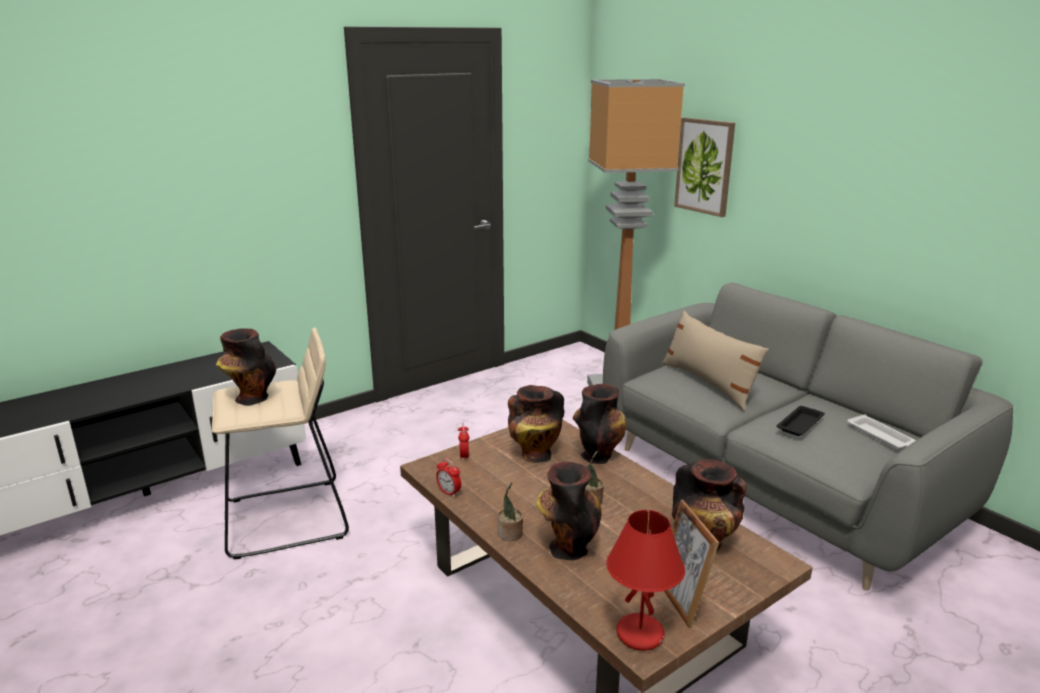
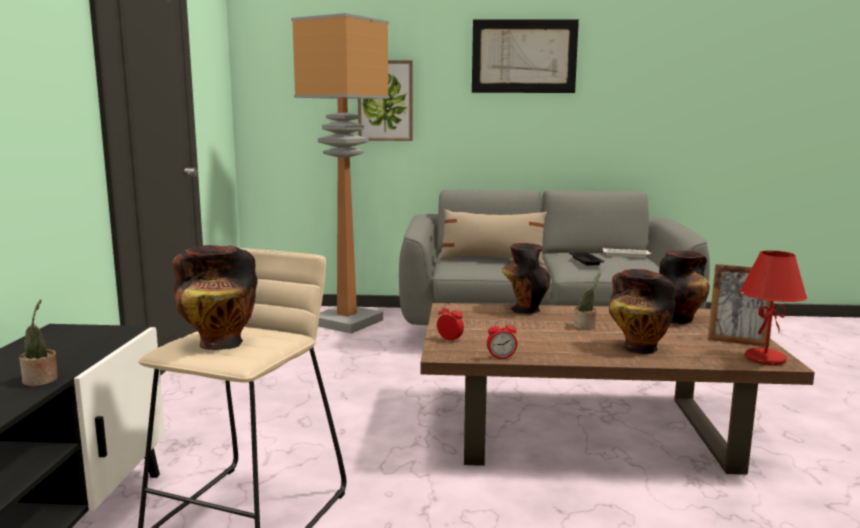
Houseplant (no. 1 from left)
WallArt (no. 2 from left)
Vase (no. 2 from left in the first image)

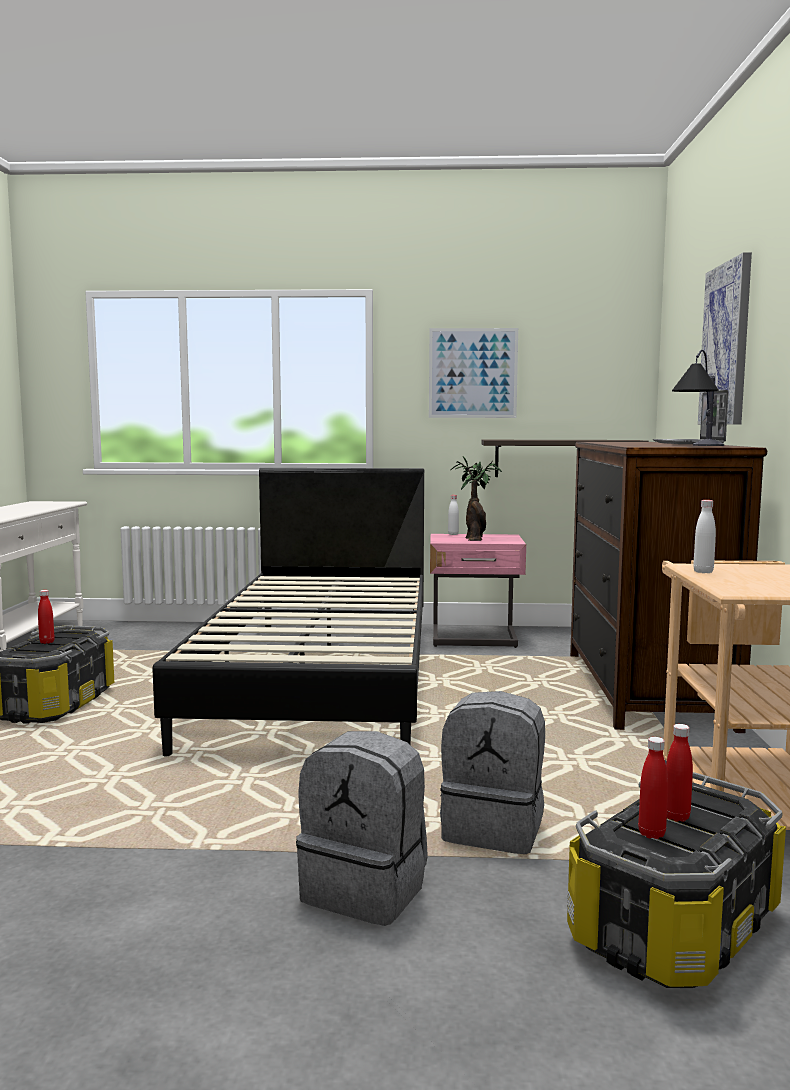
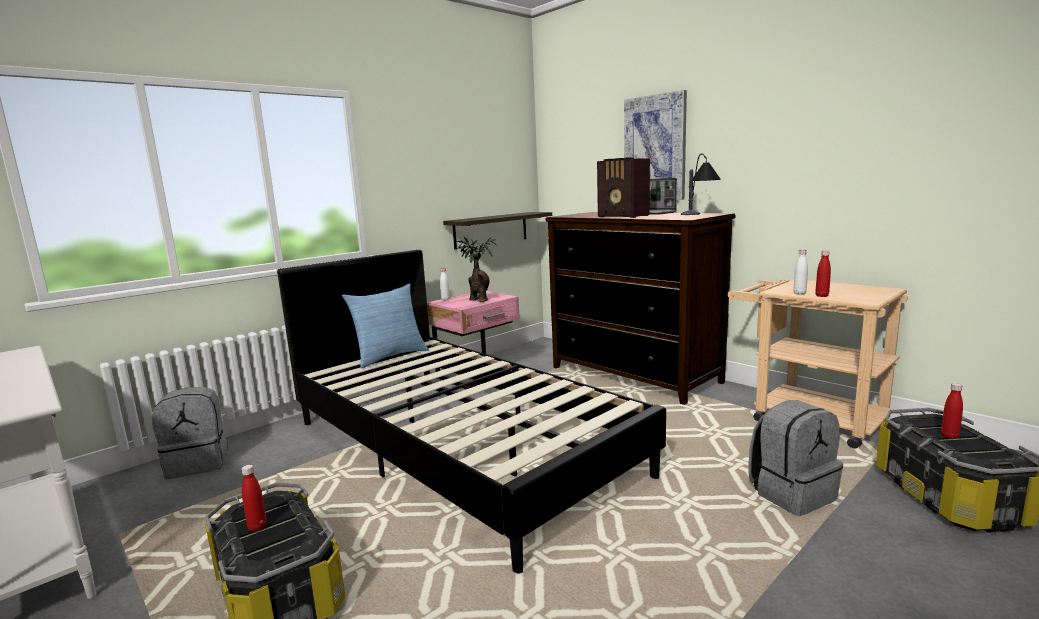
GrayBackpack (no. 1 from left)
Cushion
RadioReceiver
RedColouredBottle (no. 2 from left)
WallArt (no. 1 from left in the first image)

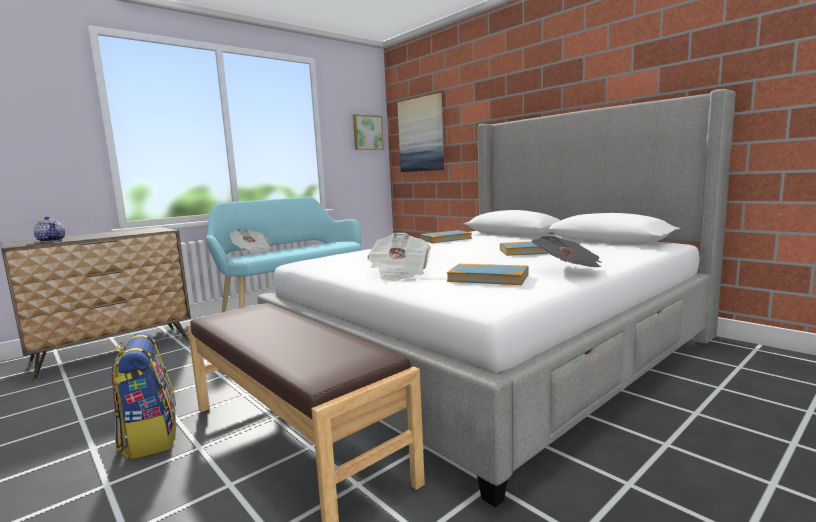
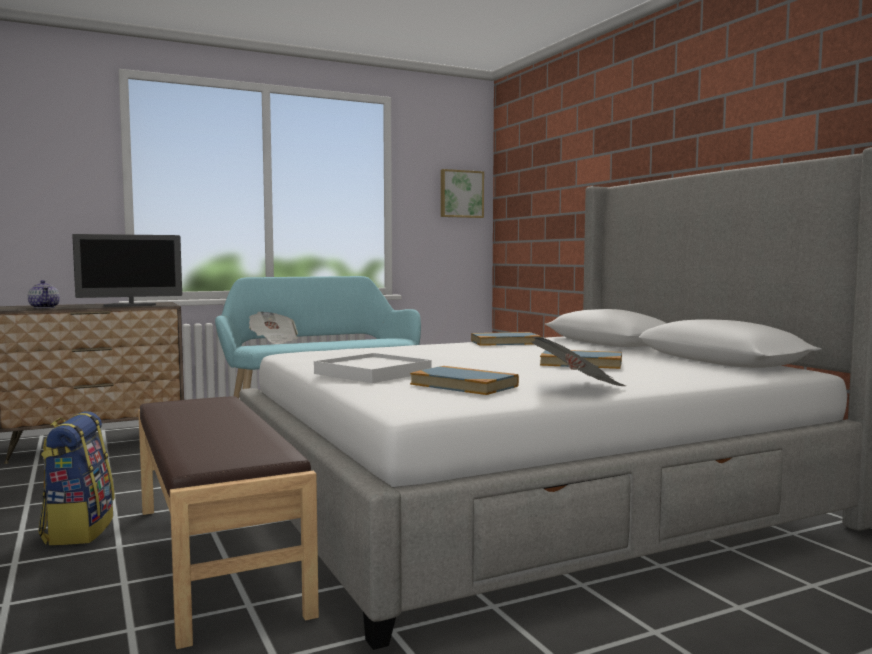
Monitor
WhiteColouredServingTray
WallArt (no. 2 from left in the first image)

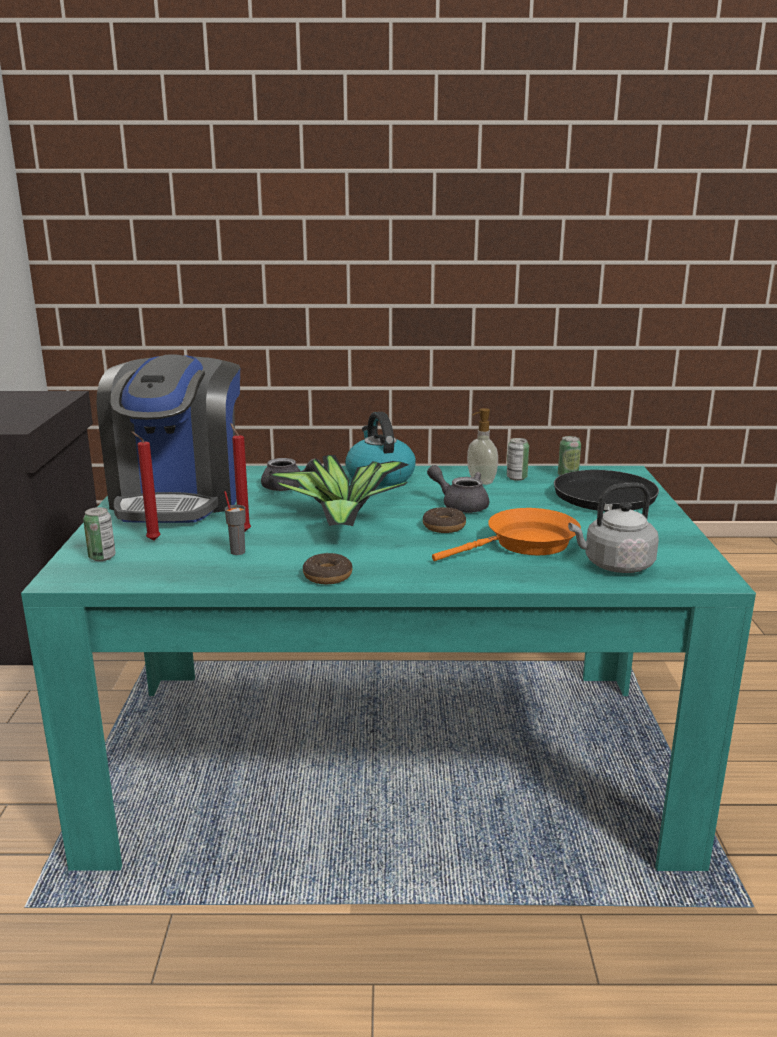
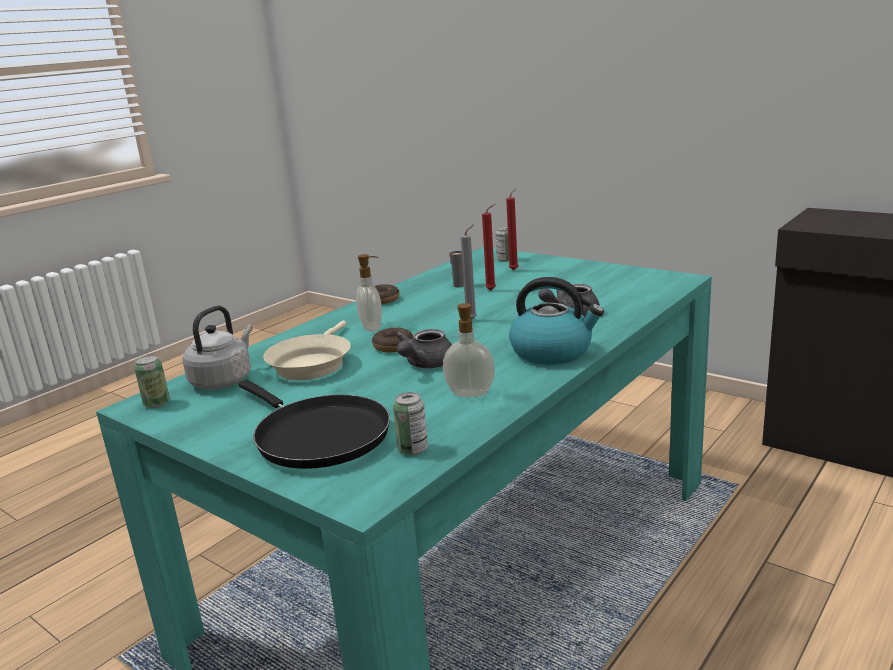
SealedCan (no. 1 from left)
SandColouredPan
SoapDispenser (no. 1 from left)
GrayTeaPot (no. 1 from left)
GrayWaxLight
CoffeeBrewer

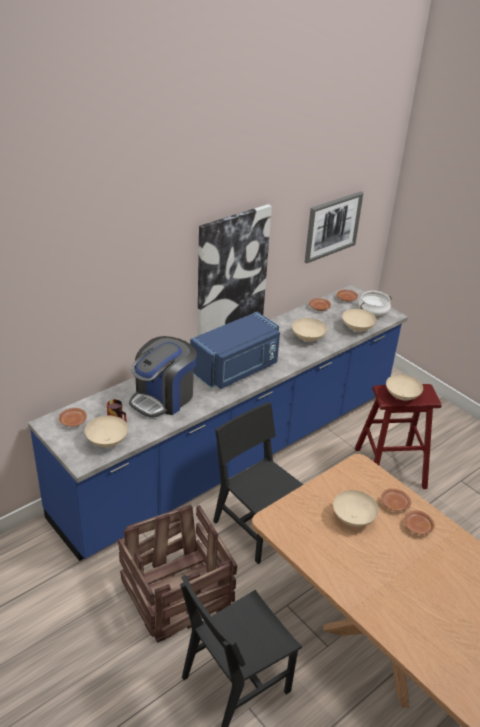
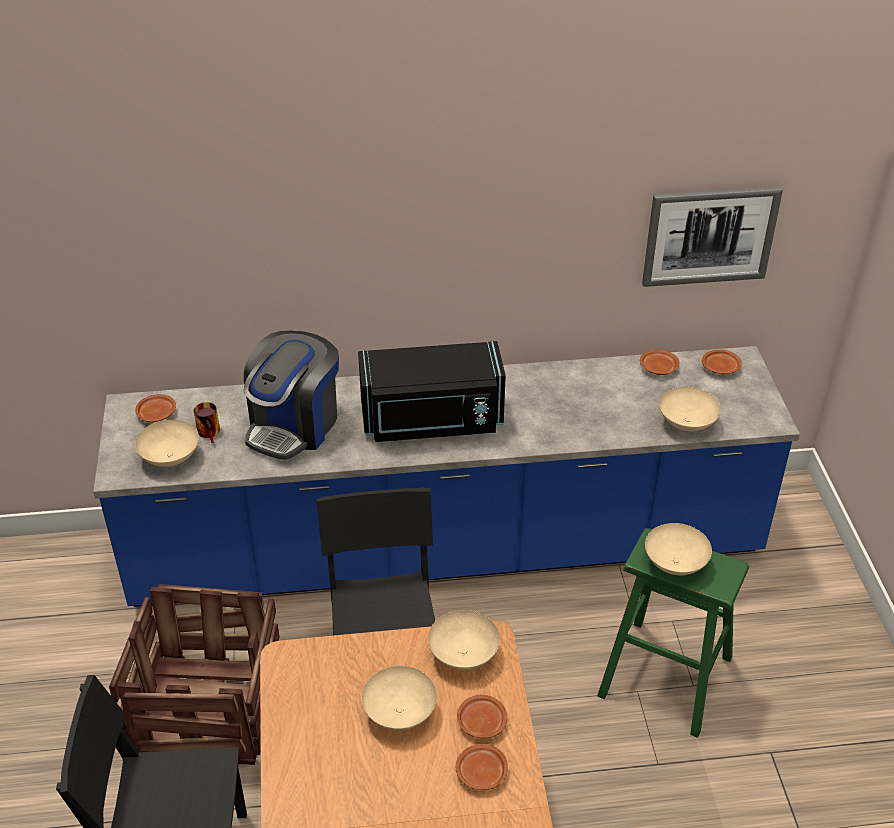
CoffeeBrewer
BlackMicrowaveOven
SandColouredDeepDish (no. 3 from left)
GreenStoolSeat
WallArt (no. 1 from left in the first image)
WhiteColouredStockpot

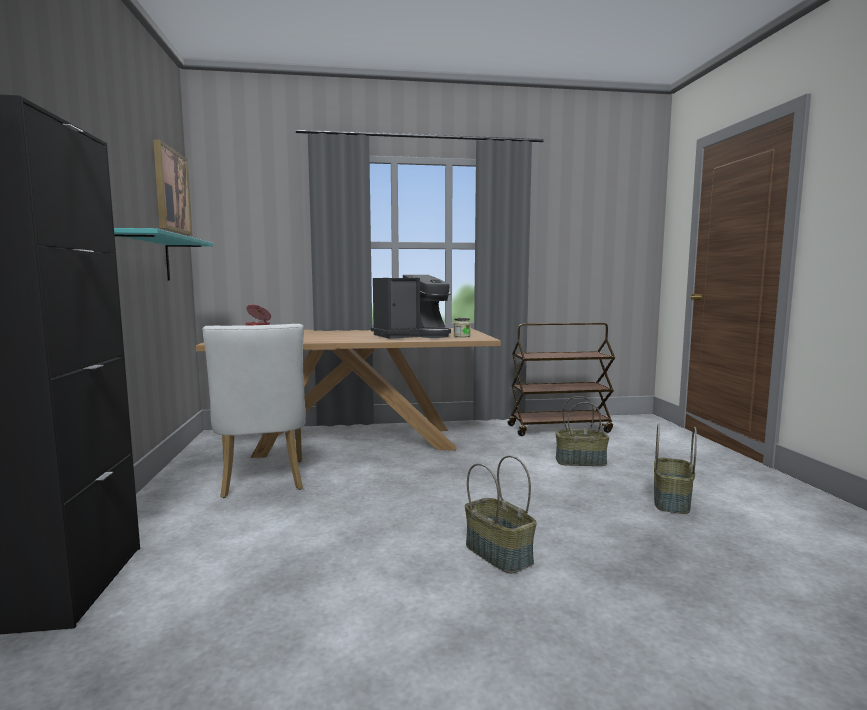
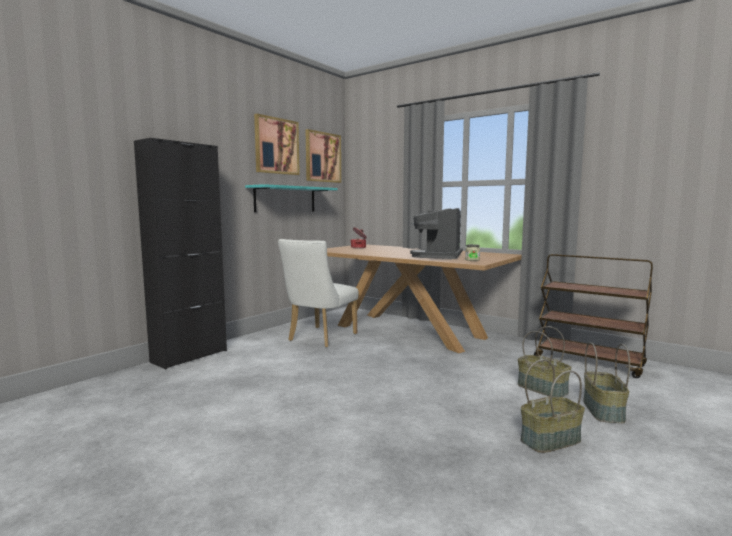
WallArt (no. 1 from left)
CoffeeBrewer
HouseholdBasket (no. 3 from left)

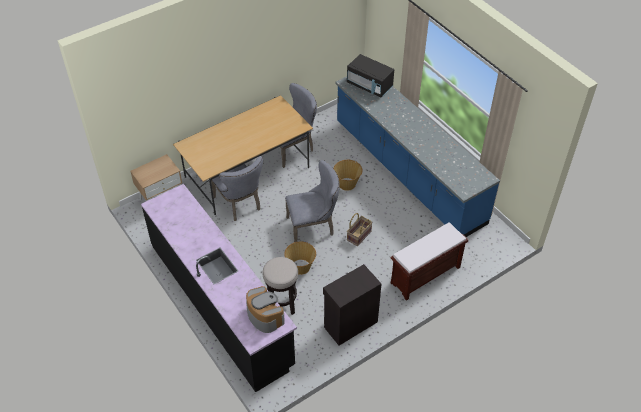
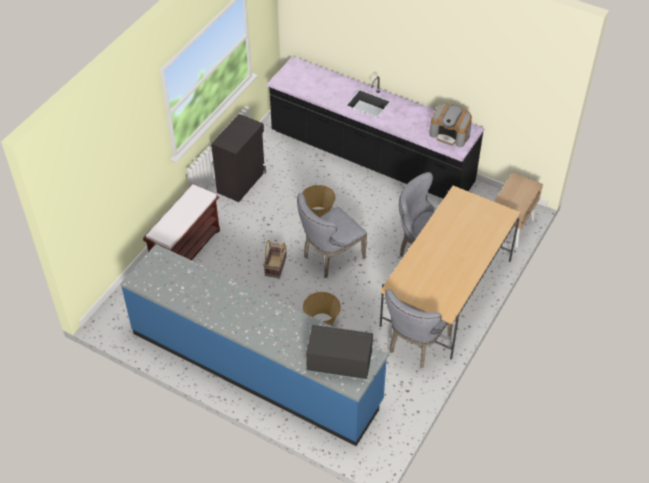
CoffeeBrewer
StoolSeat

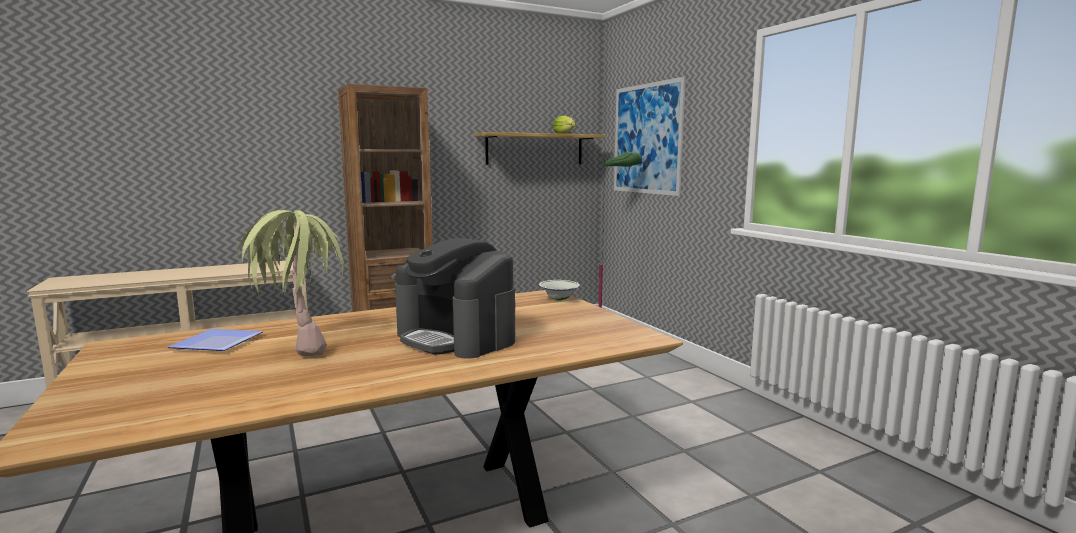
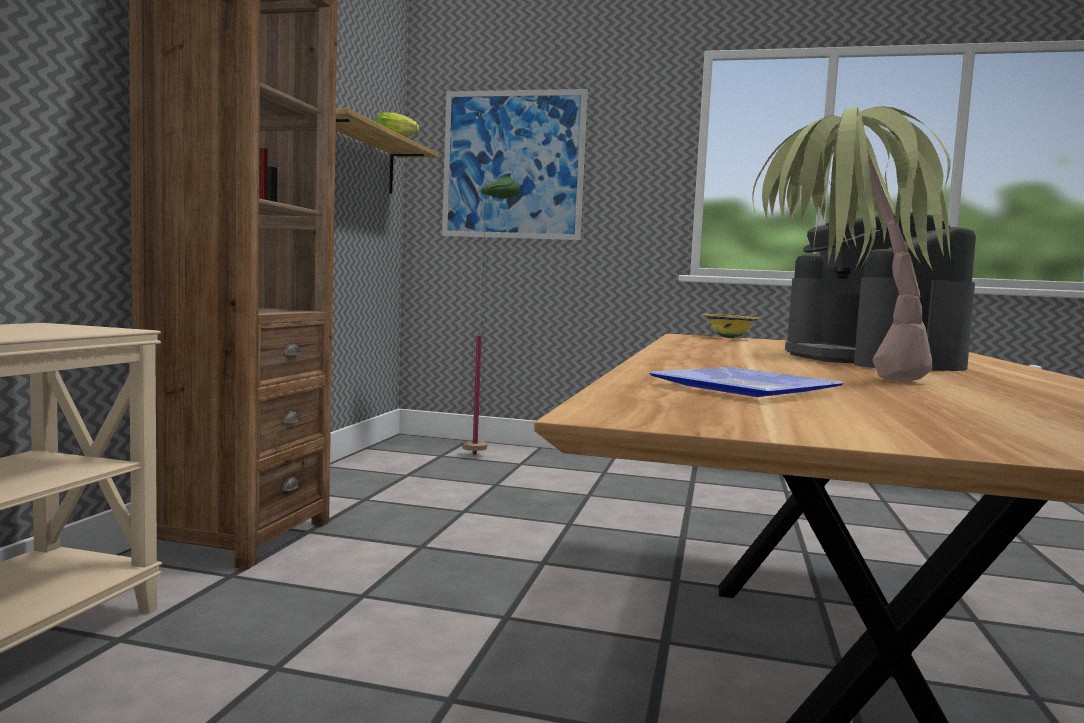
YellowishDeepDish
CoffeeBrewer

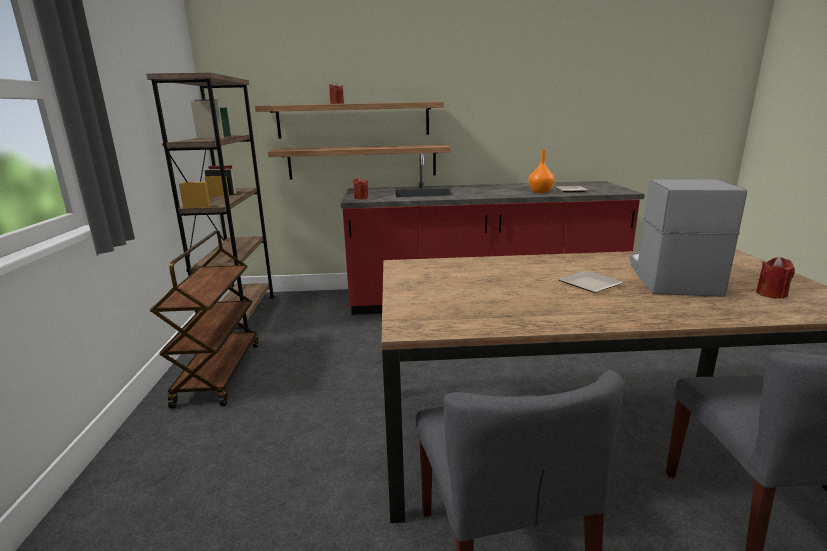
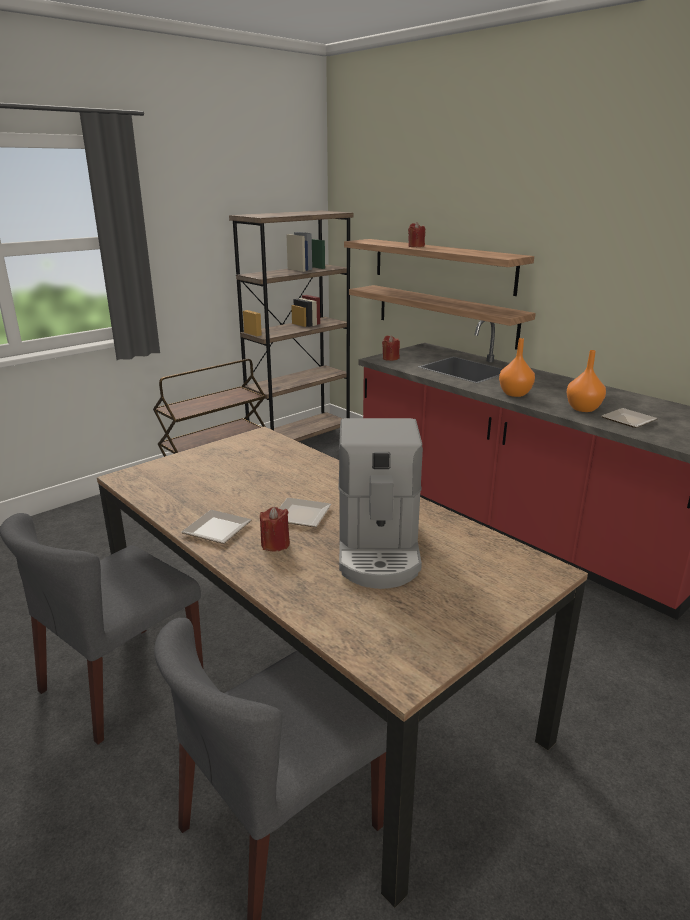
Plate (no. 1 from left)
RedColouredWaxLight (no. 1 from left)
CoffeeBrewer
OrangeColouredVase (no. 1 from left)

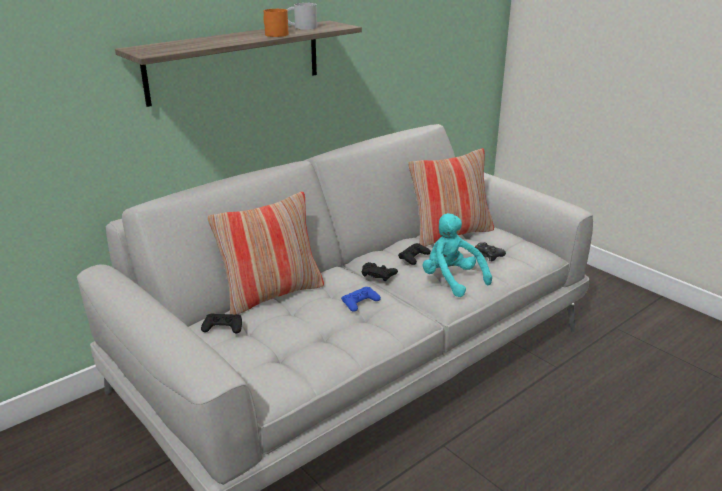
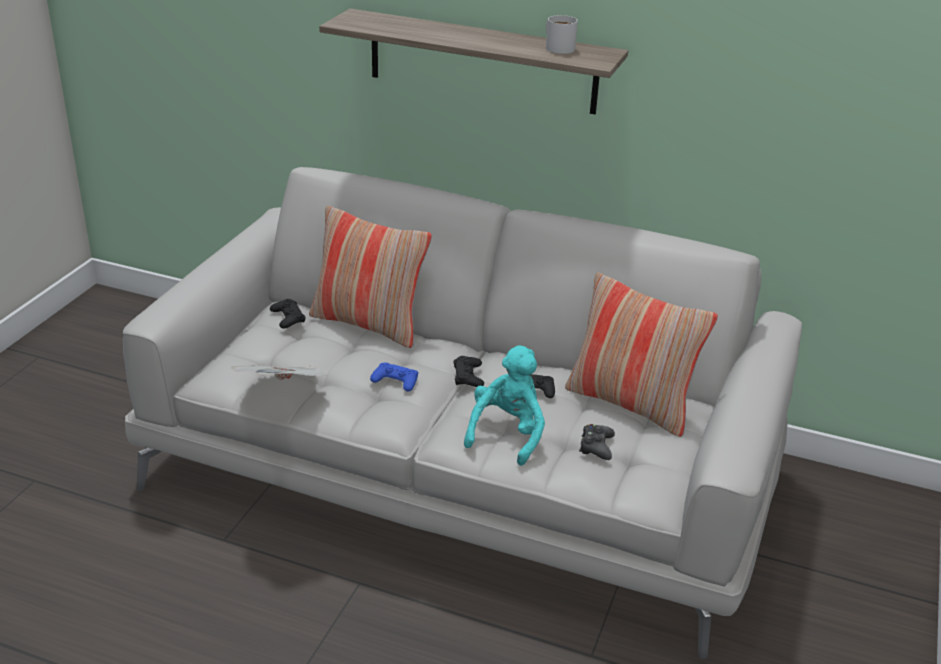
DailyPaper
OrangeColouredTeaMug

